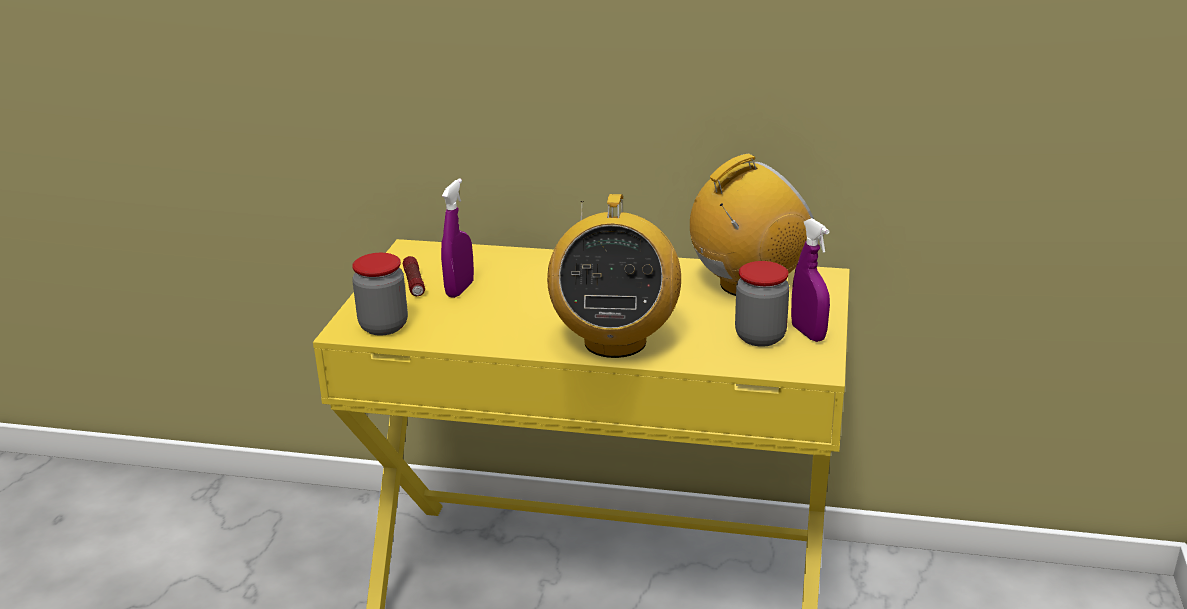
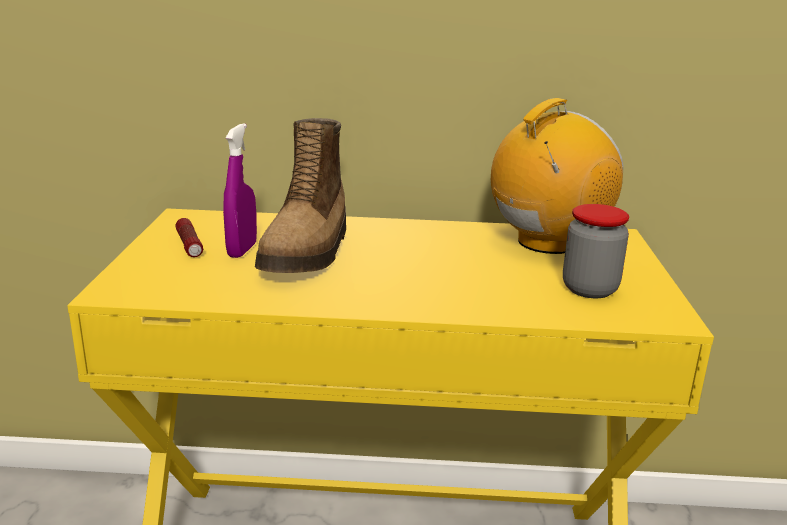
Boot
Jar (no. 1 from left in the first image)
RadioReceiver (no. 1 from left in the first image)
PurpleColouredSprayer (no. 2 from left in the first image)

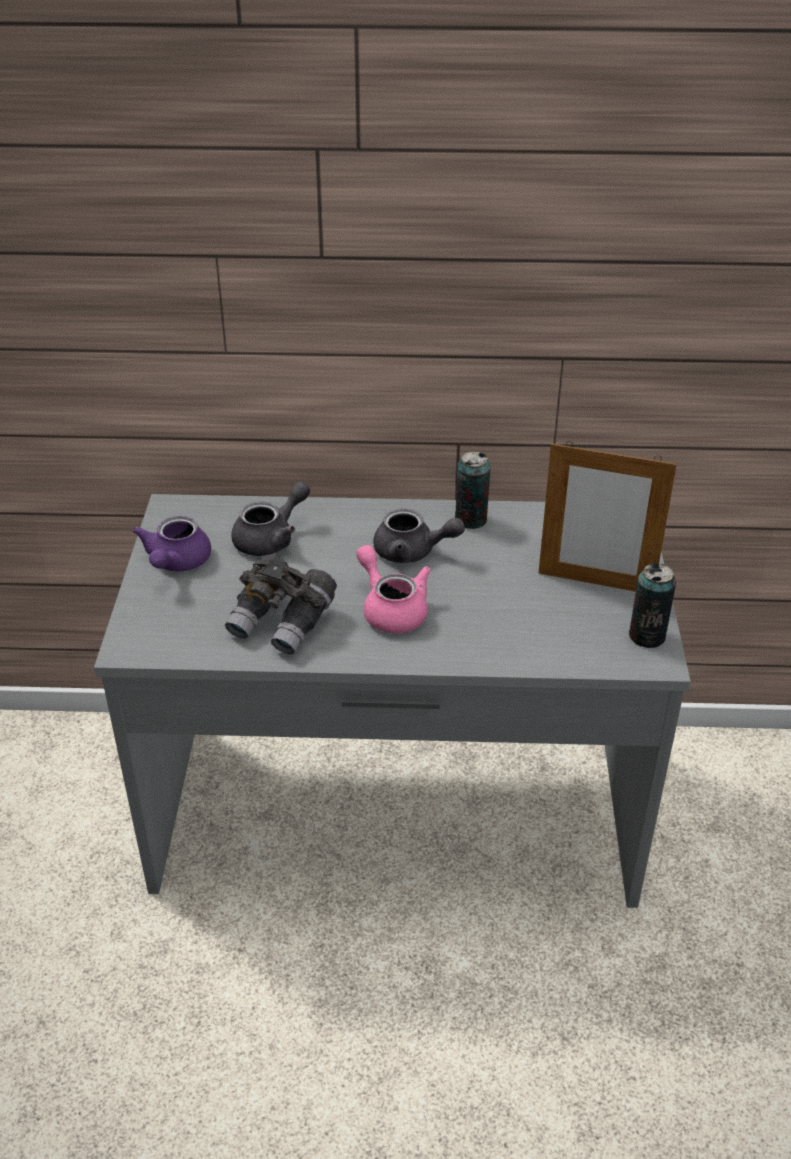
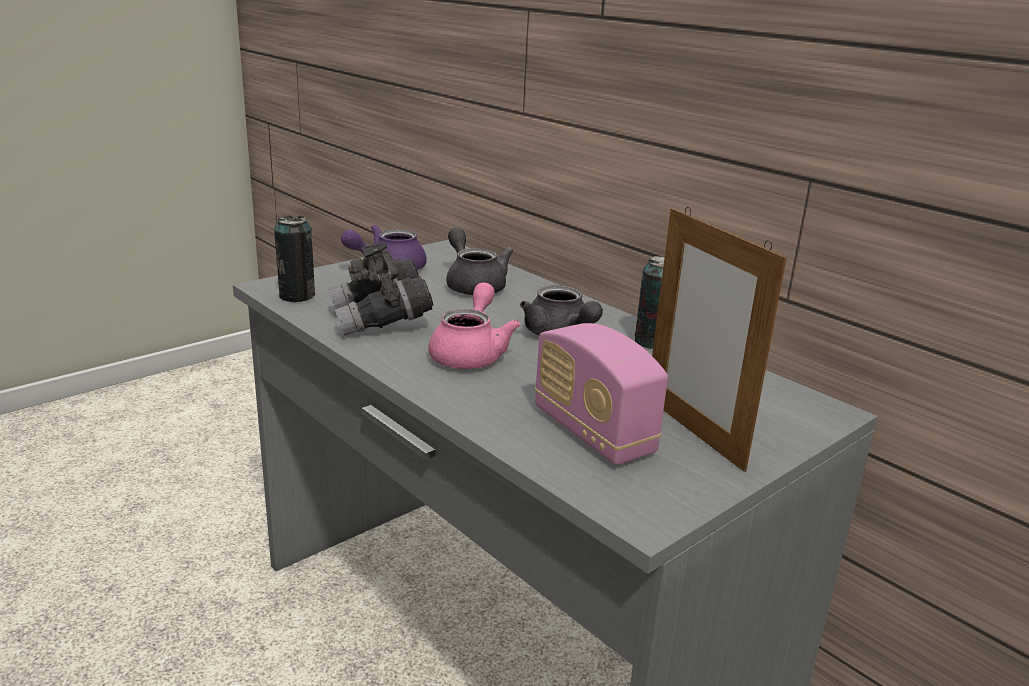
SealedCan (no. 1 from left)
GrayTeaPot (no. 1 from left)
RadioReceiver

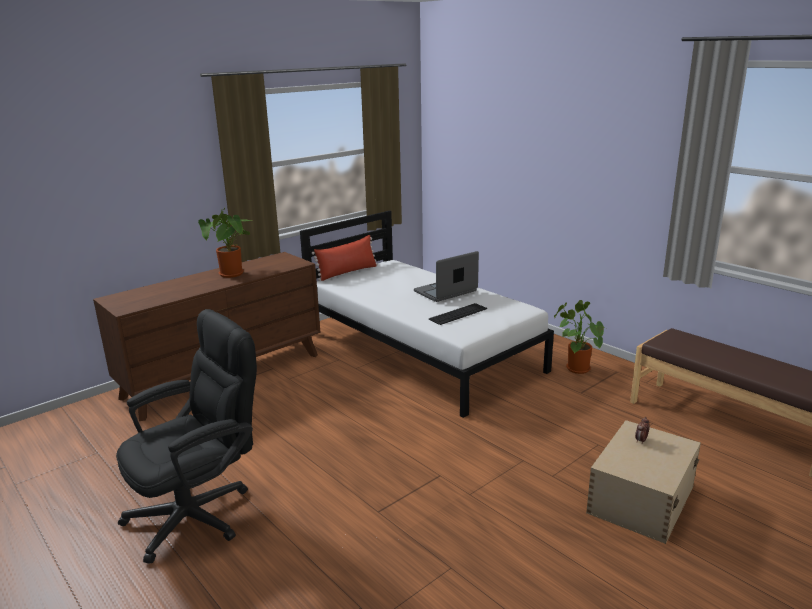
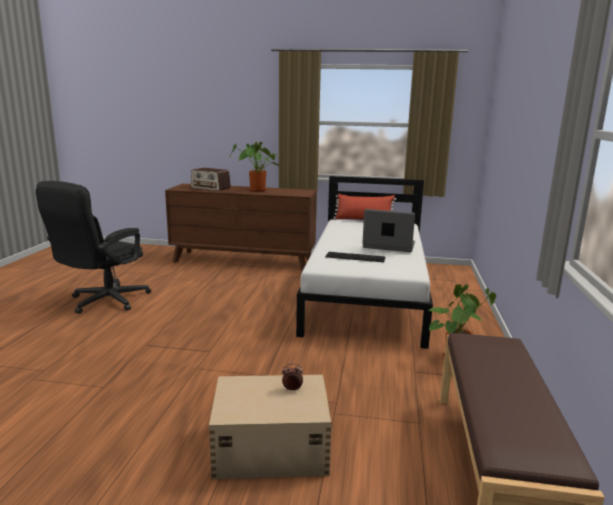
BlackComputerChair
RadioReceiver

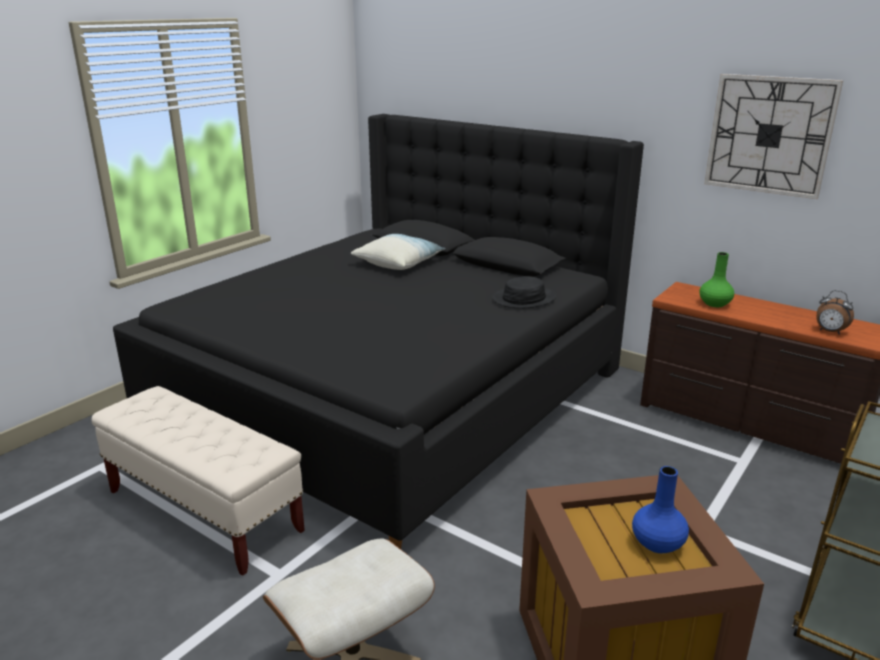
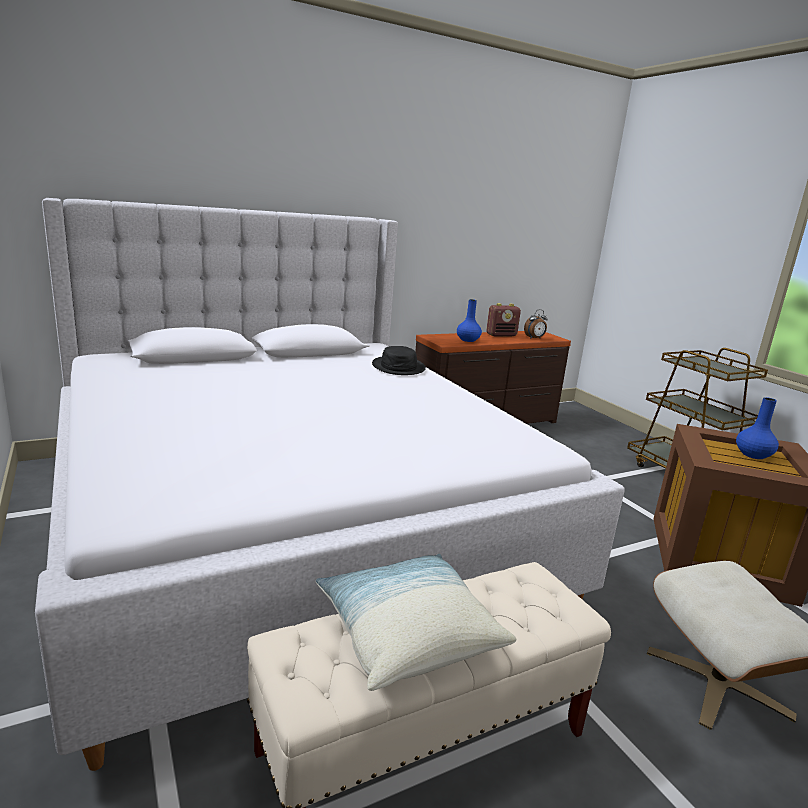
WhiteColouredBed
Cushion
BluishVase (no. 1 from left)
RadioReceiver
HangingClock

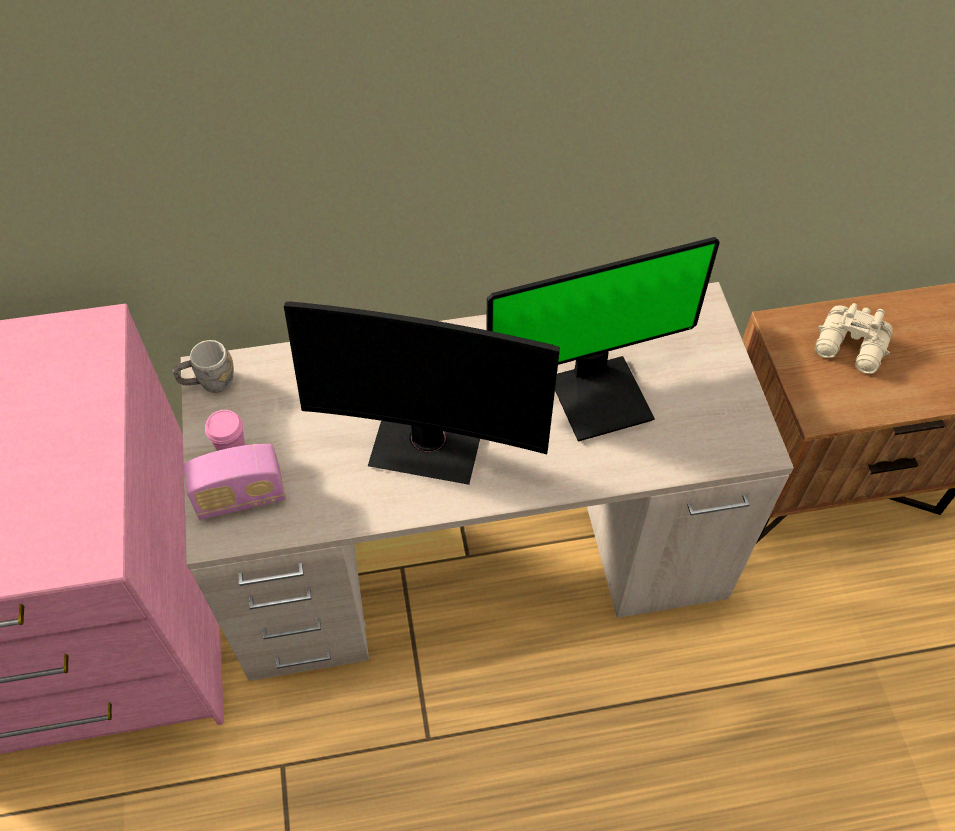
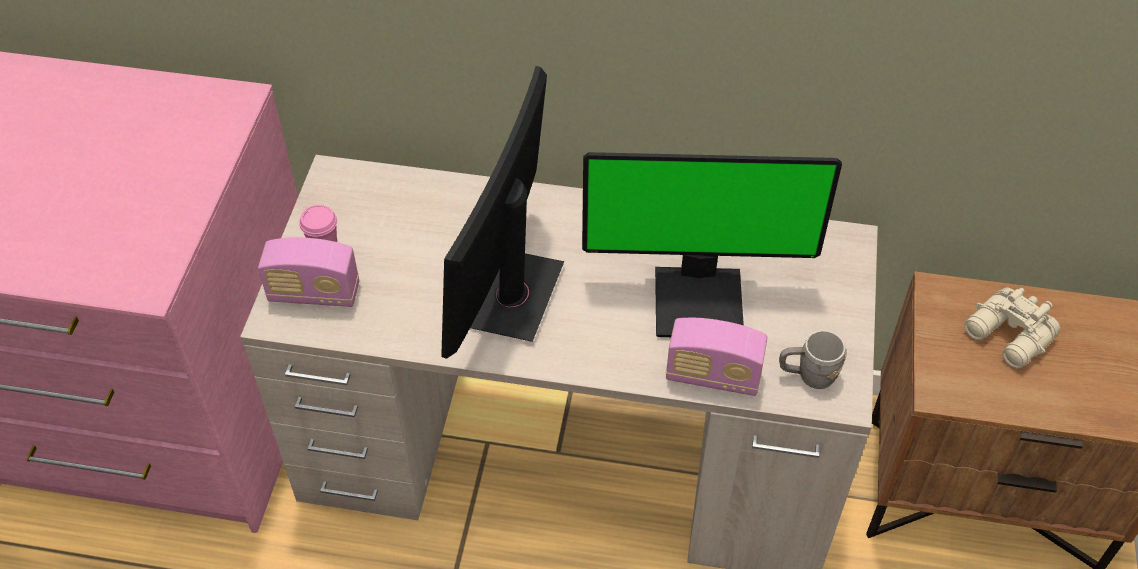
Monitor (no. 1 from left)
RadioReceiver (no. 2 from left)
GrayTeaMug

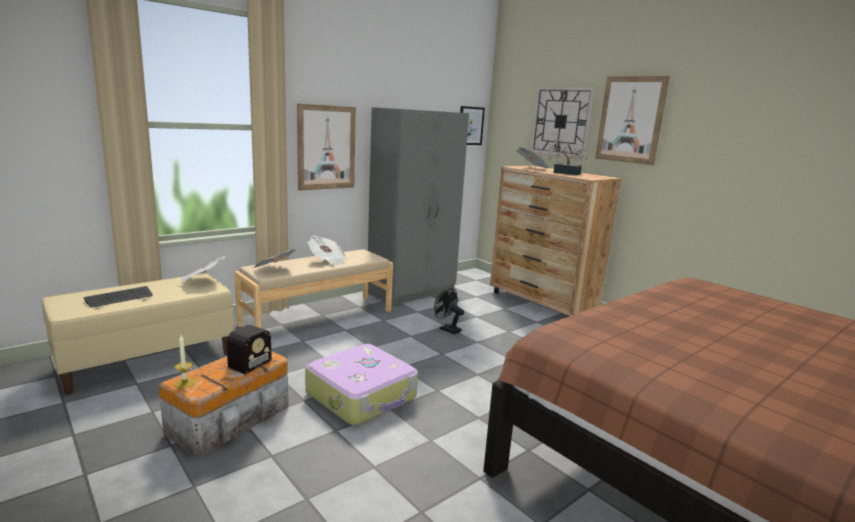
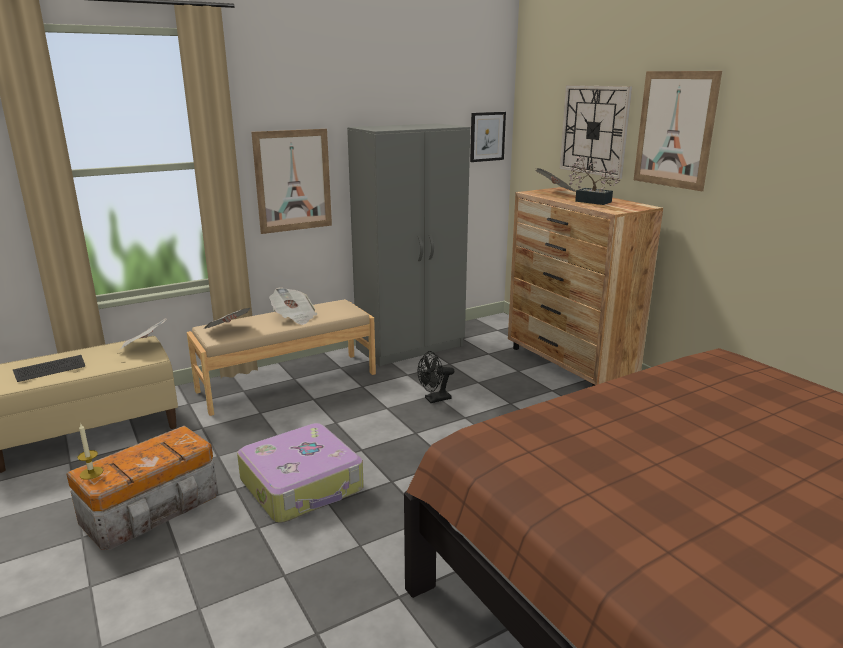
BlackElectricFan
RadioReceiver

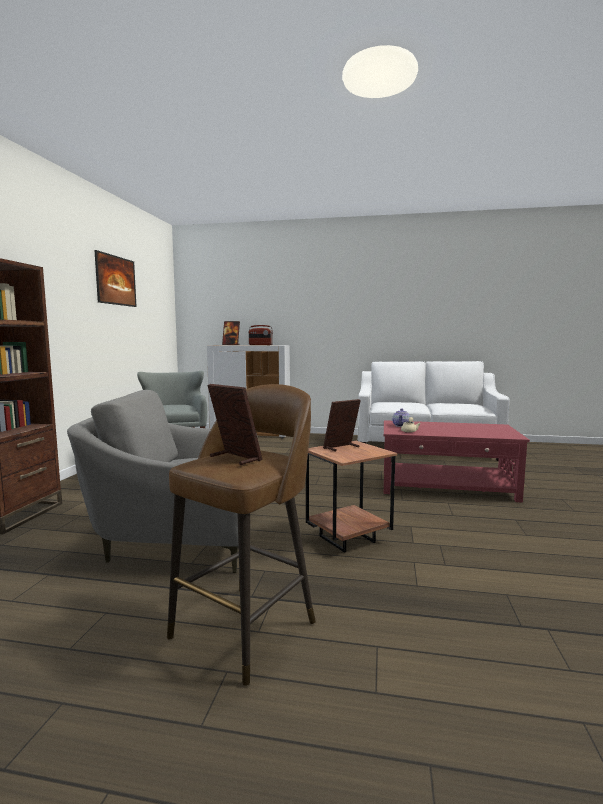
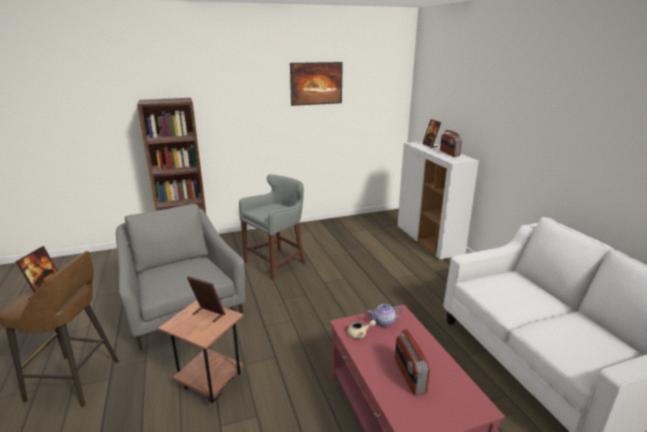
RadioReceiver (no. 1 from left)

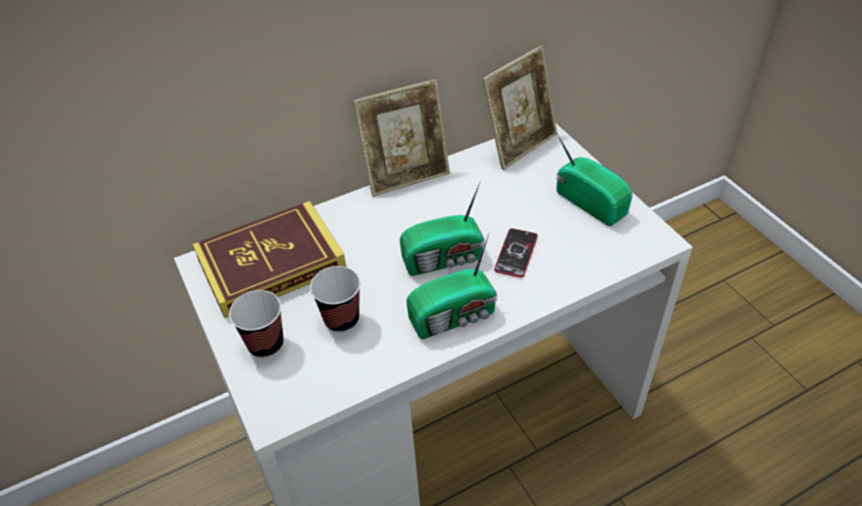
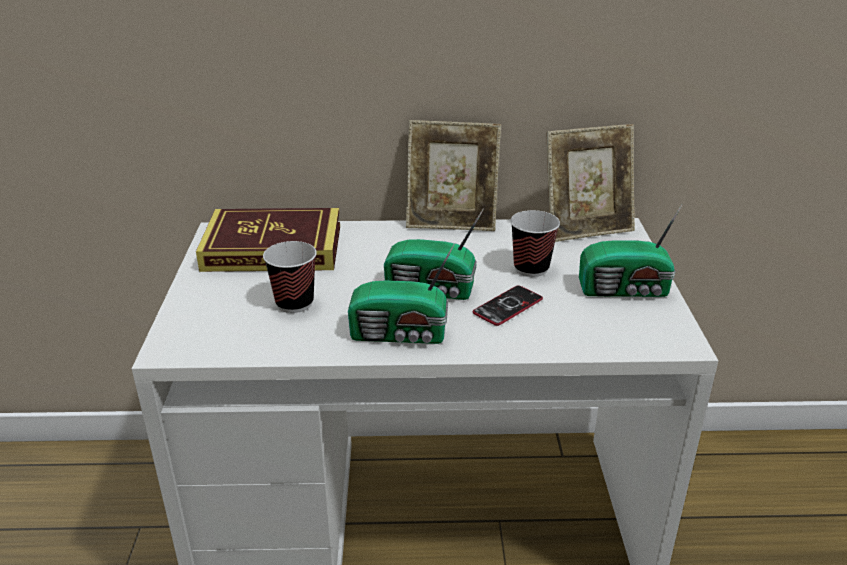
SmallCup (no. 2 from left)
RadioReceiver (no. 3 from left)

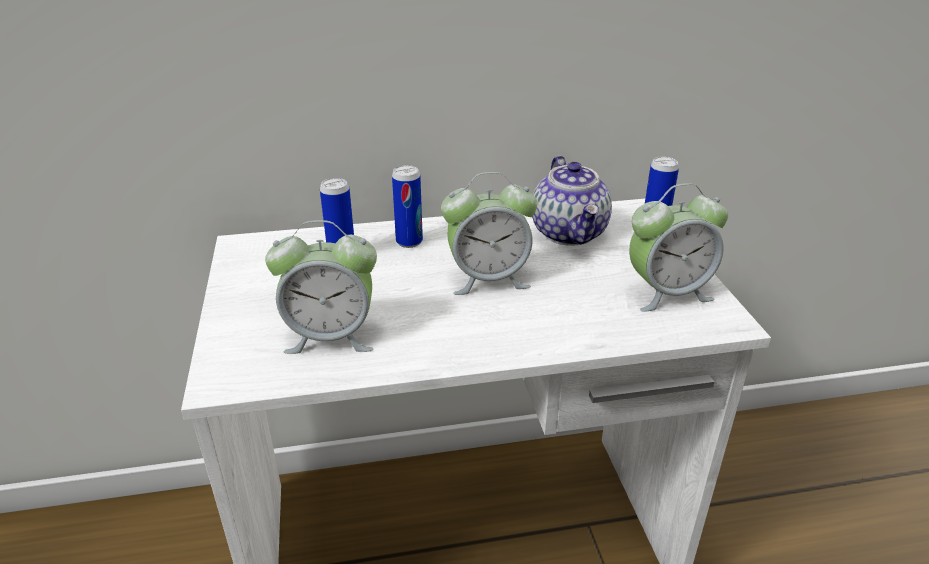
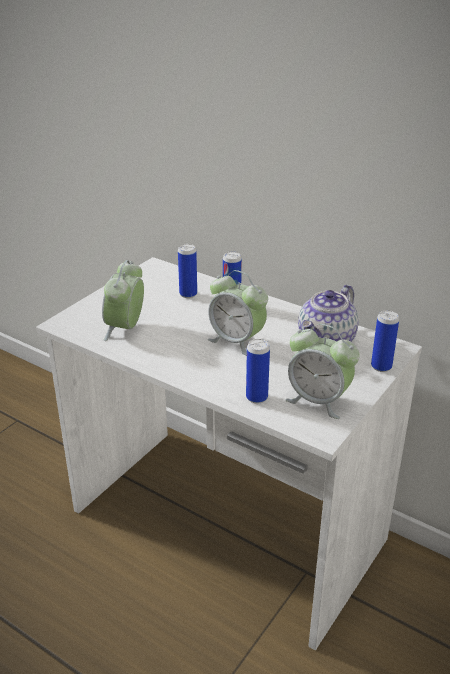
BedsideClock (no. 1 from left)
SealedCan (no. 3 from left)

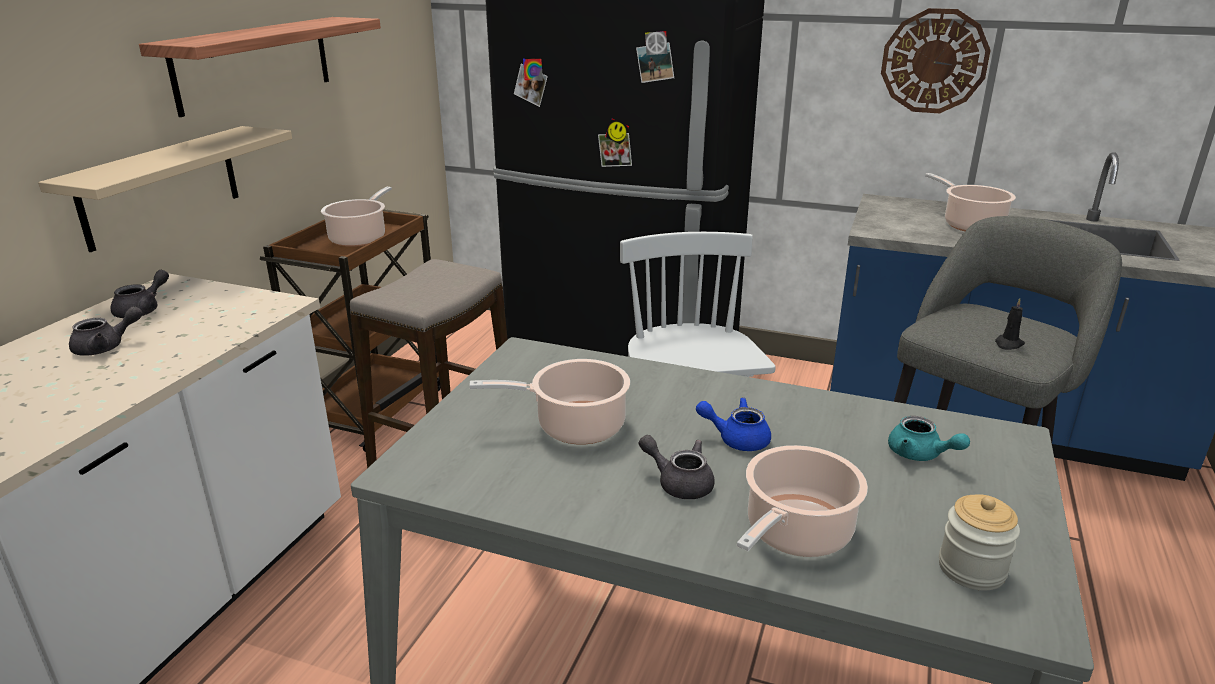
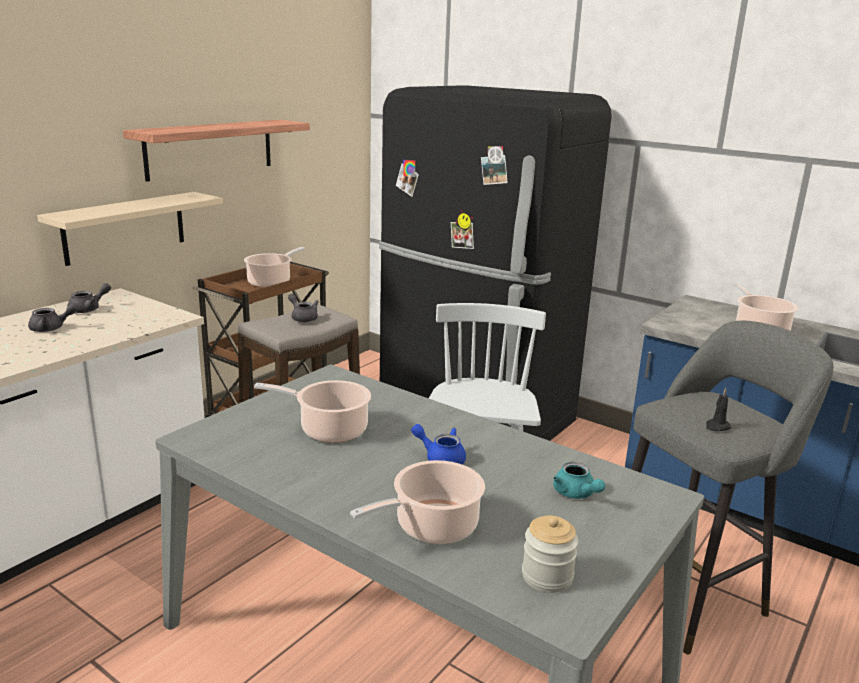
GrayTeaPot (no. 3 from left)
HangingClock

